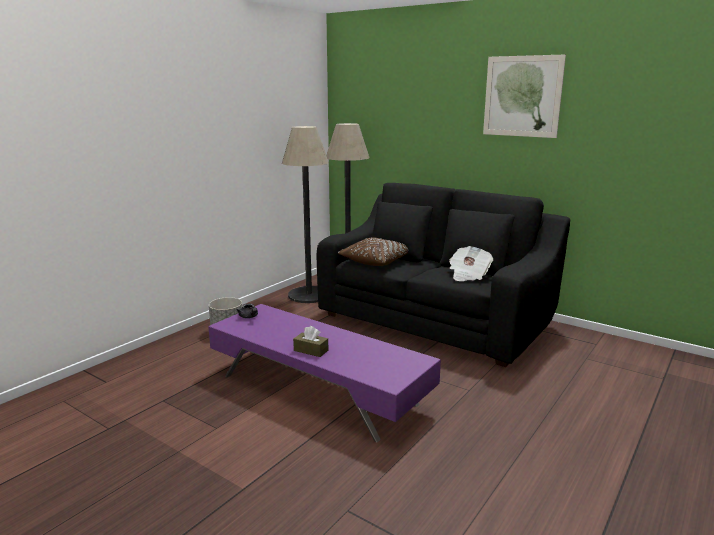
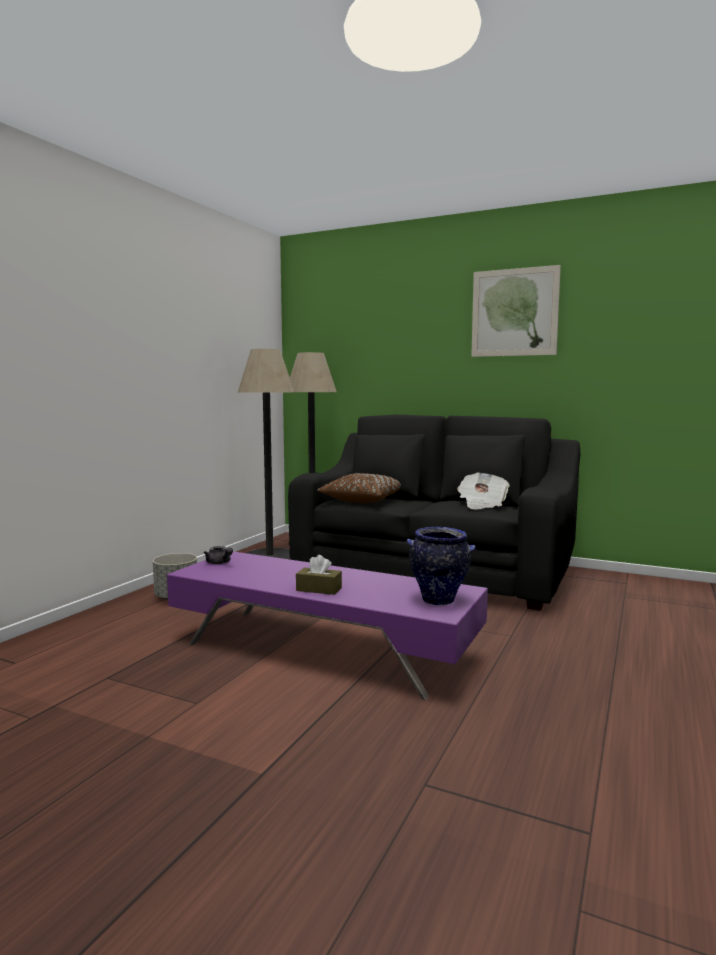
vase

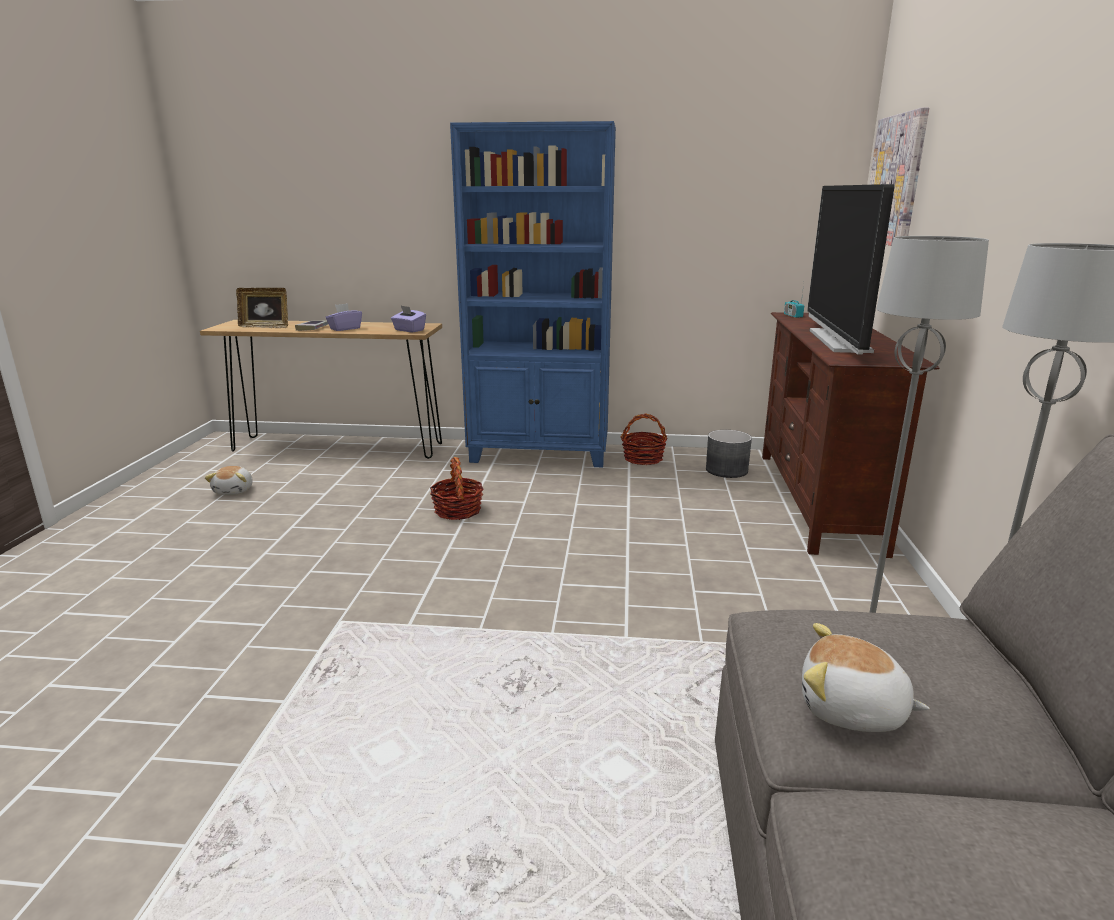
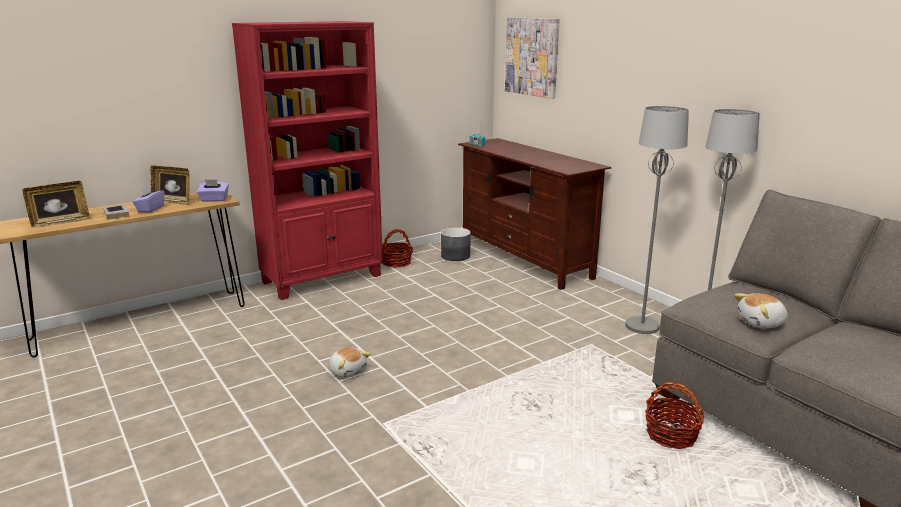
picture frame (no. 2 from left); red bookcase; plush toy (no. 1 from left); basket (no. 2 from left); television

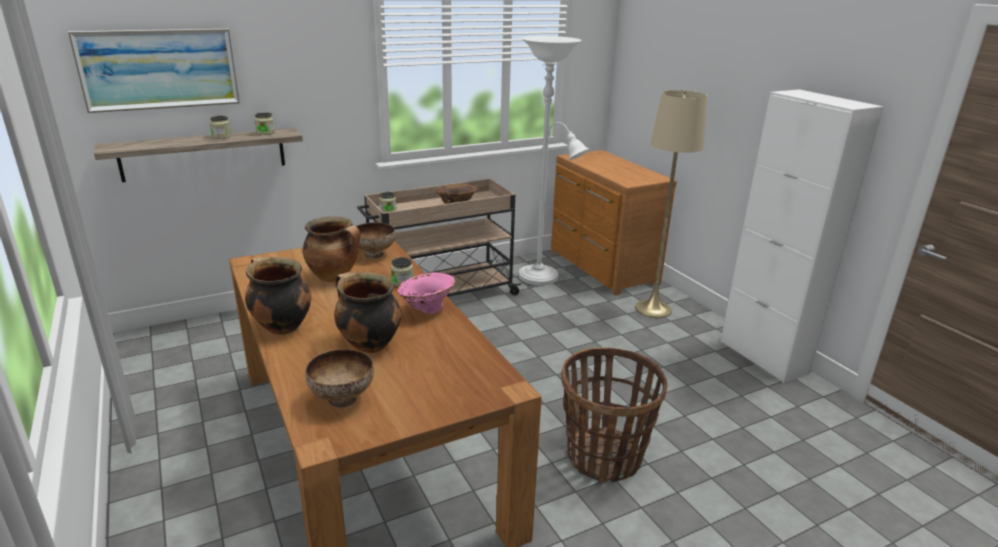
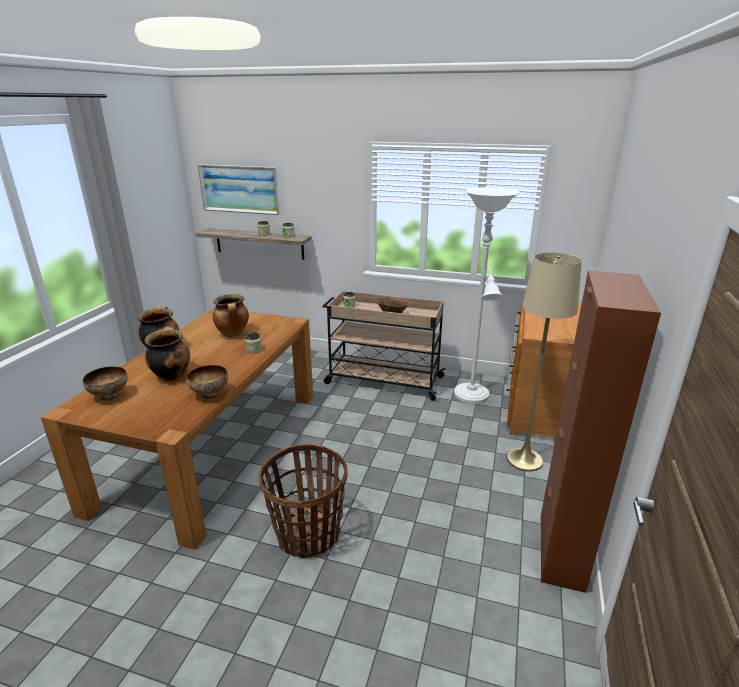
bowl (no. 2 from left); brown cabinet; pink vase

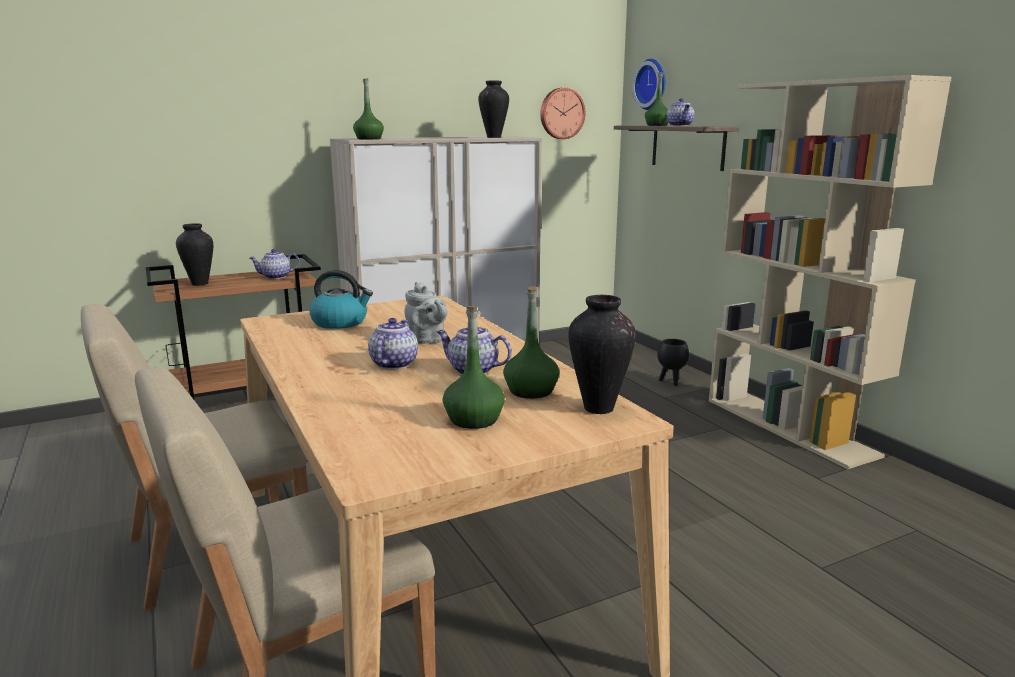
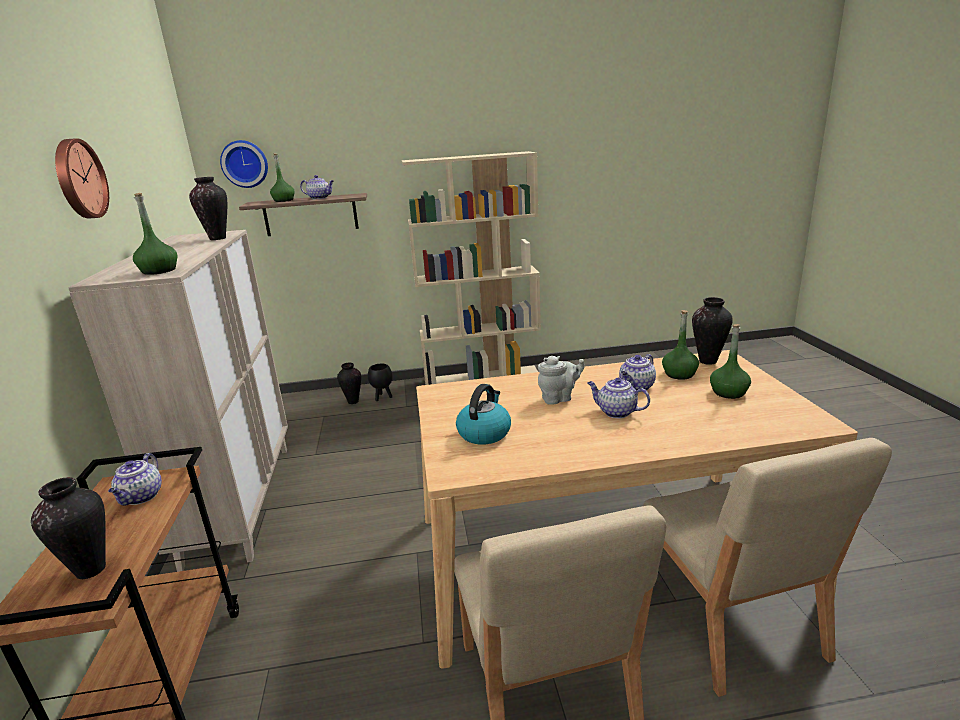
wall clock (no. 1 from left); vase (no. 3 from left)

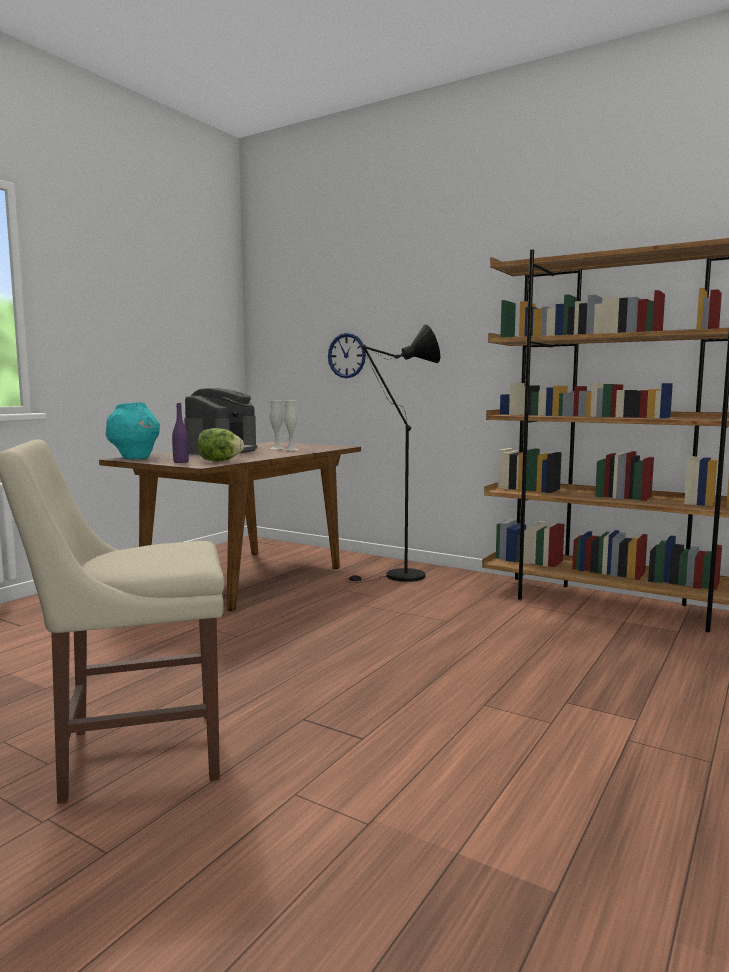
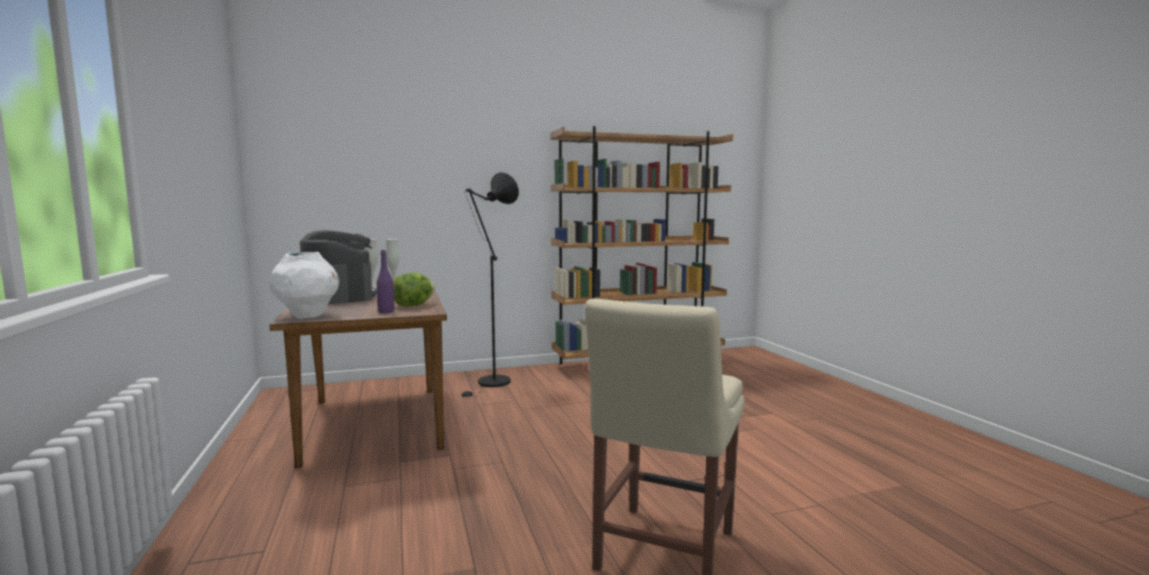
white vase (no. 1 from left); wall clock

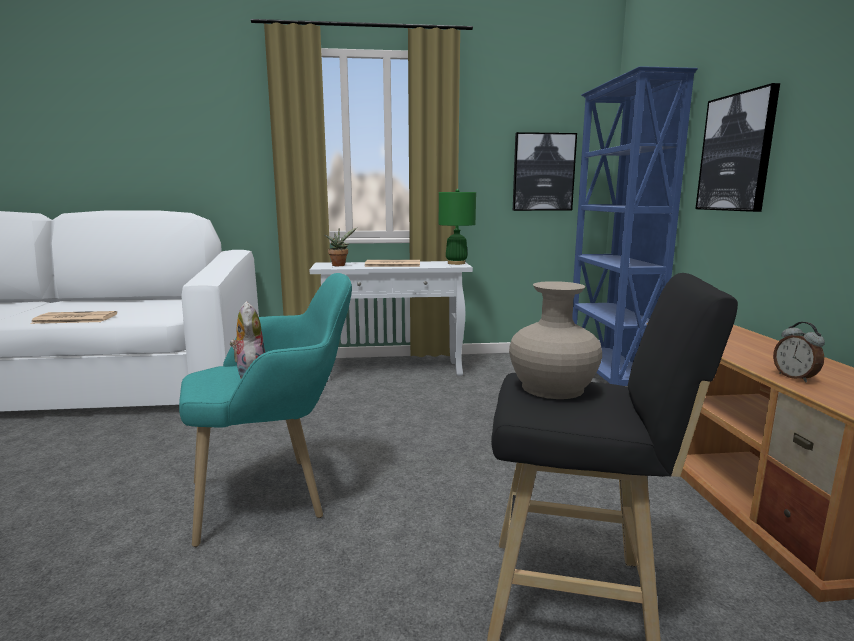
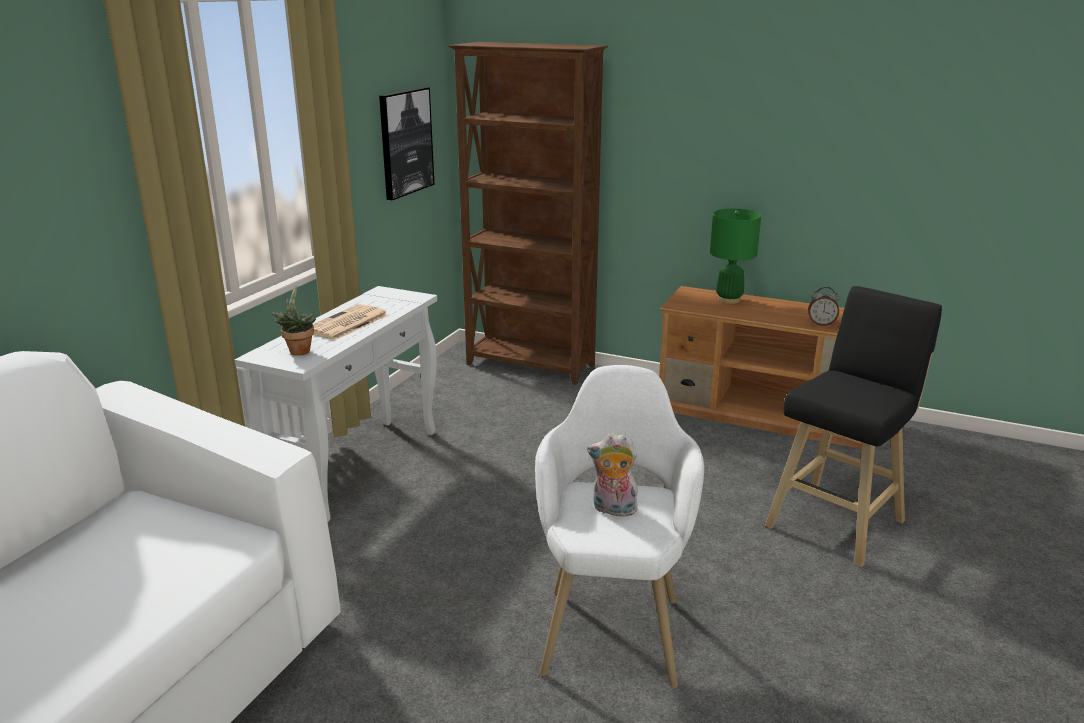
brown bookcase; white armchair; green table lamp; newspaper (no. 1 from left in the first image); beige vase; picture (no. 2 from left in the first image)

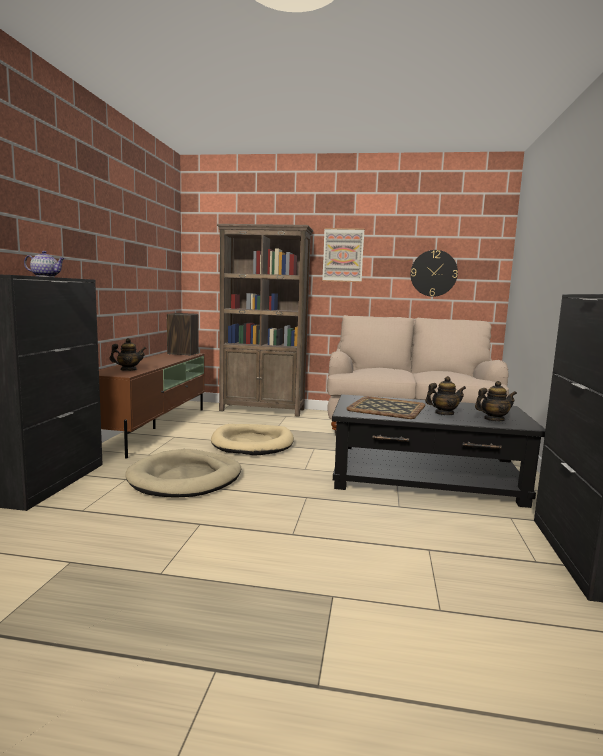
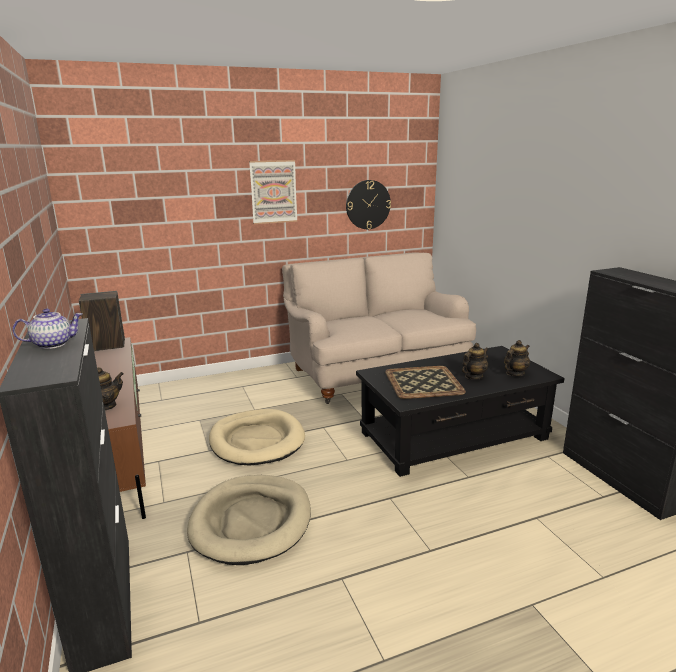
brown bookcase

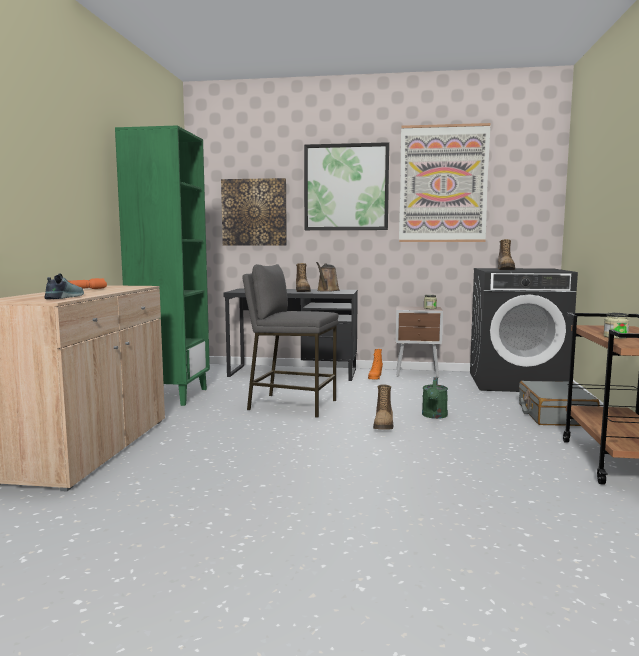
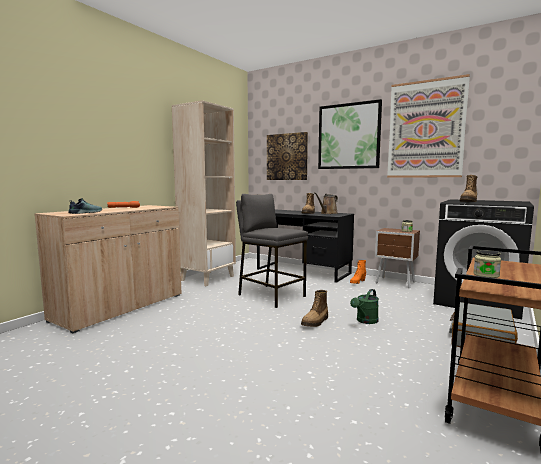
beige bookcase

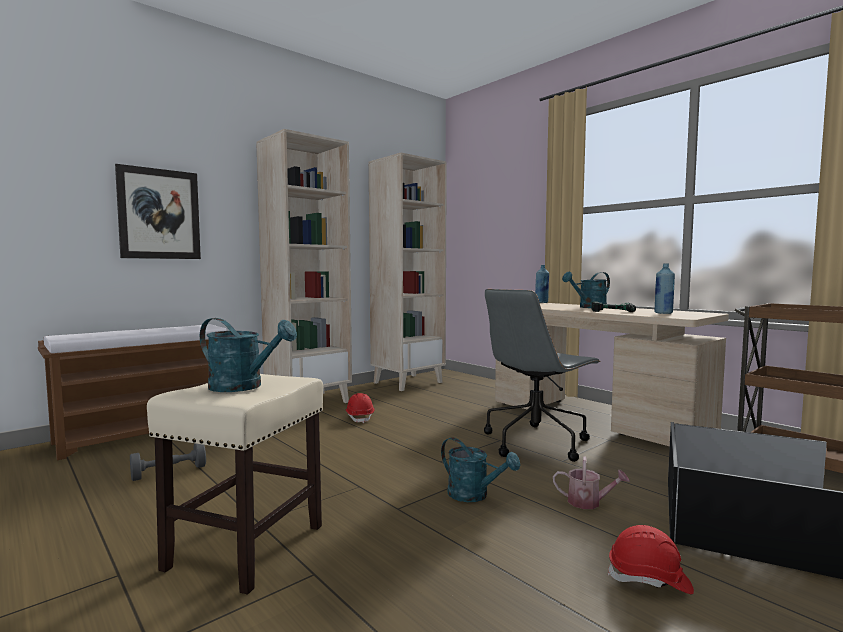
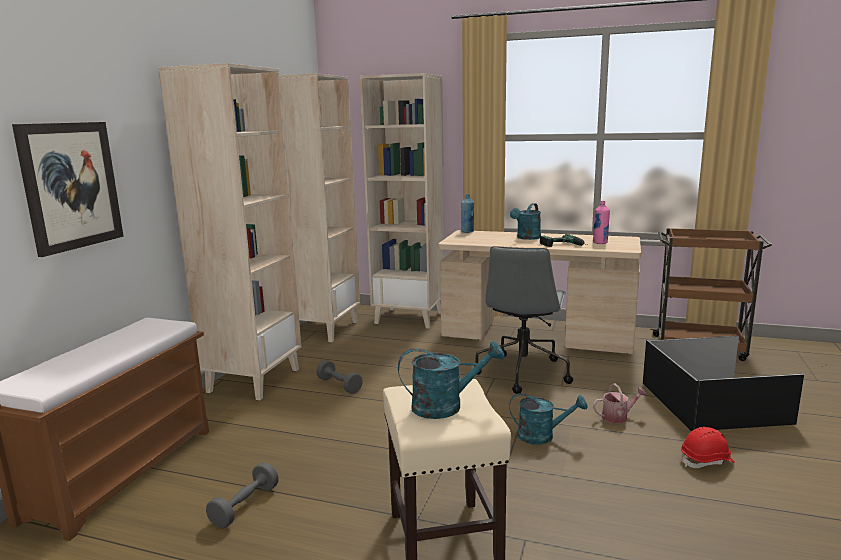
grey dumbbell (no. 2 from left); beige bookcase (no. 3 from left); pink bottle

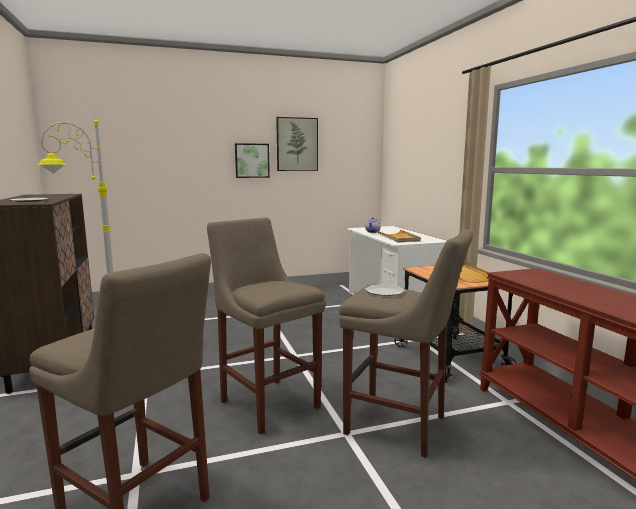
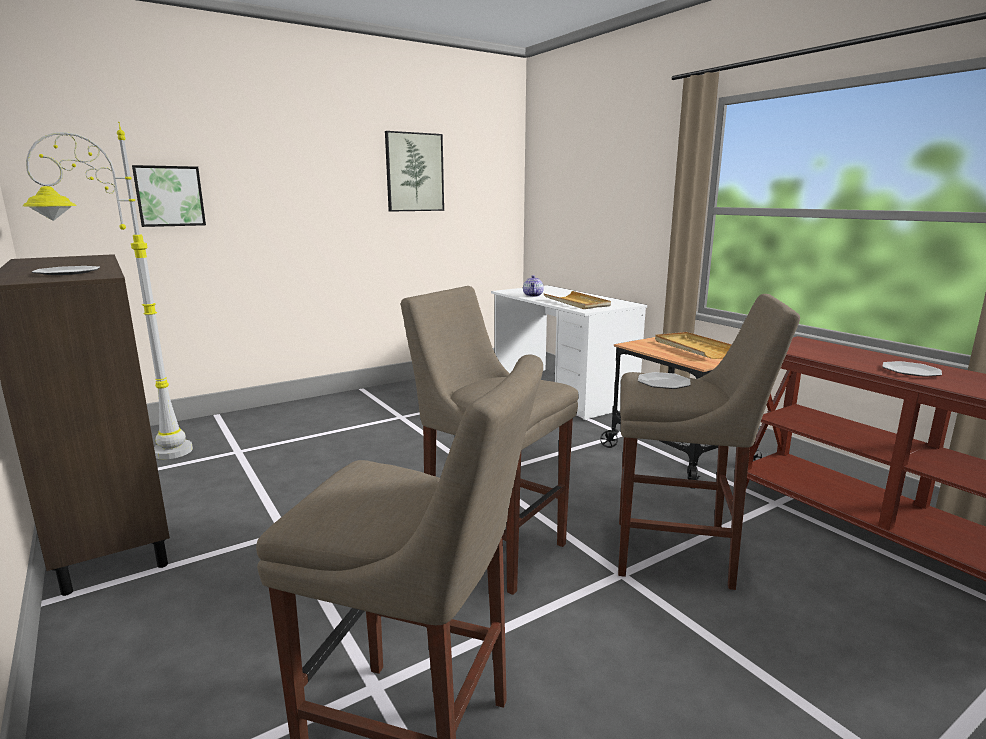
picture (no. 1 from left); plate (no. 3 from left)

